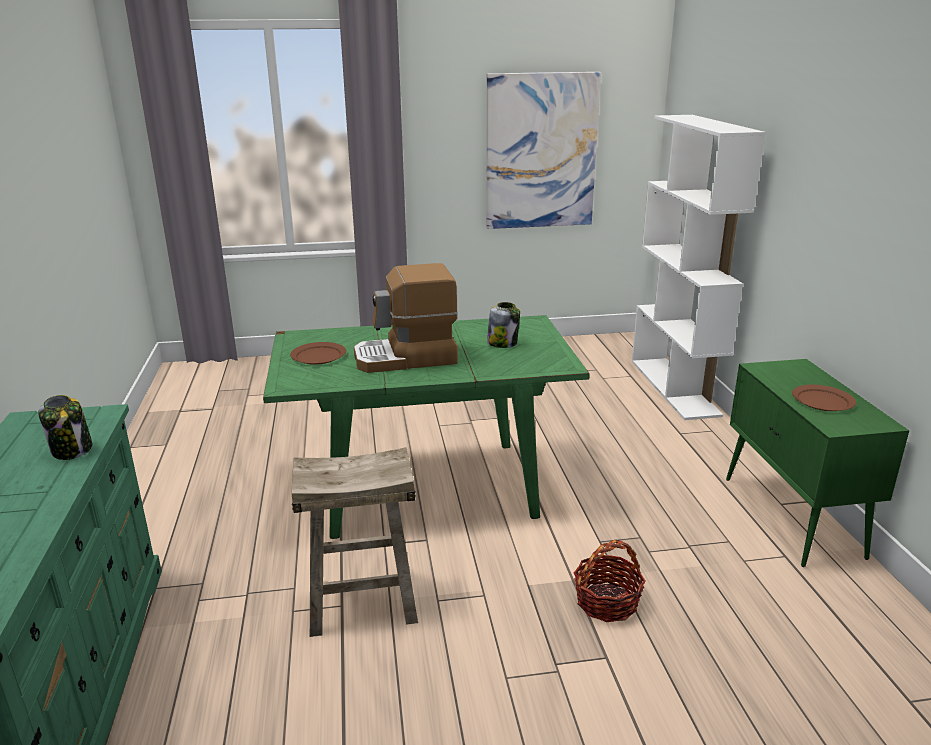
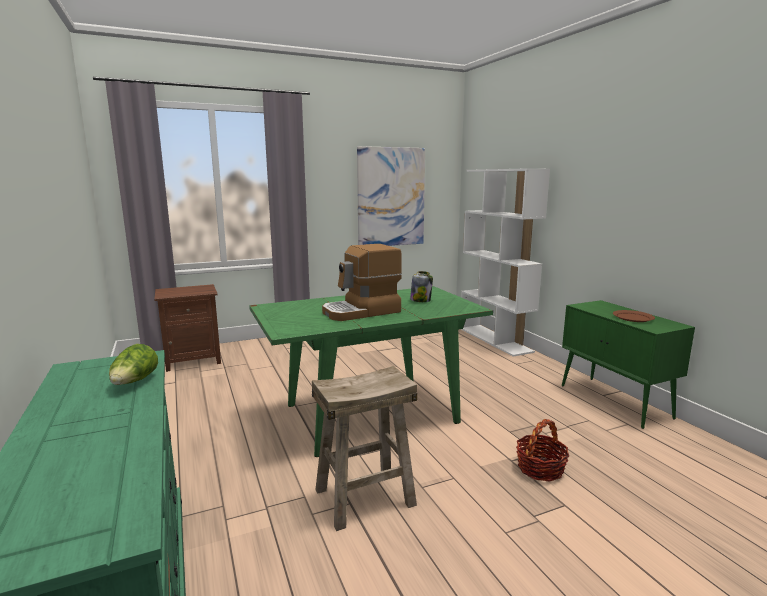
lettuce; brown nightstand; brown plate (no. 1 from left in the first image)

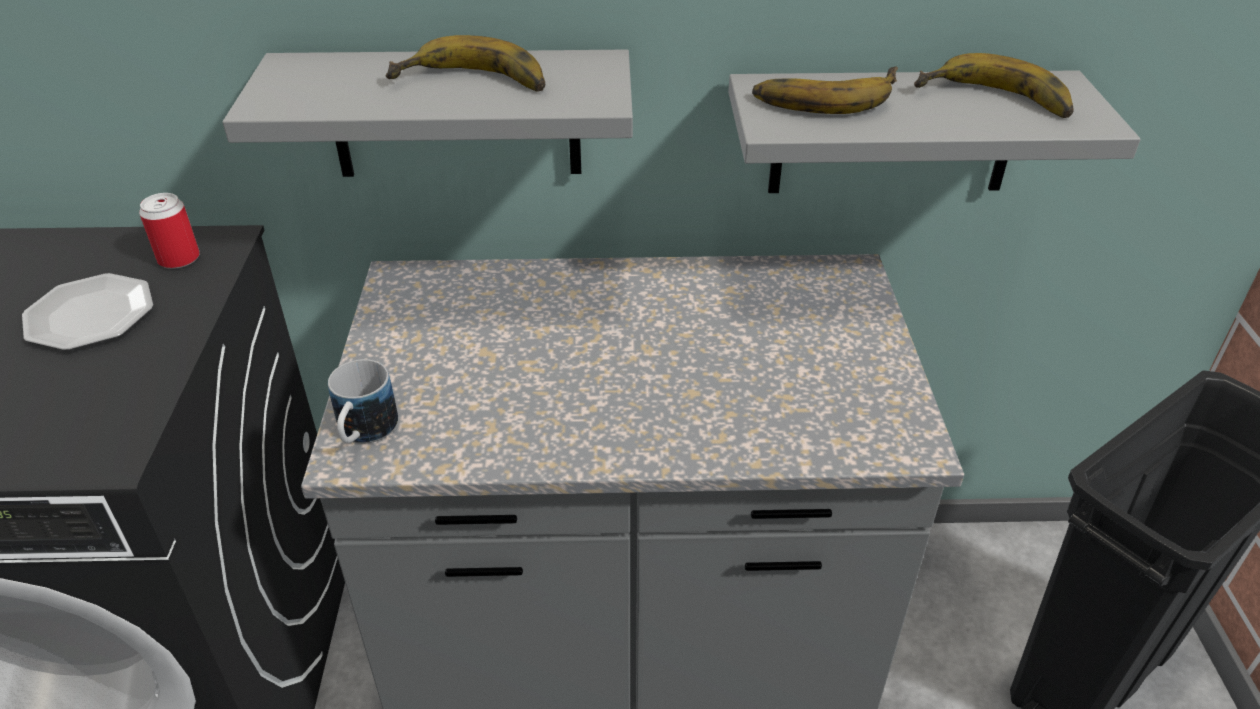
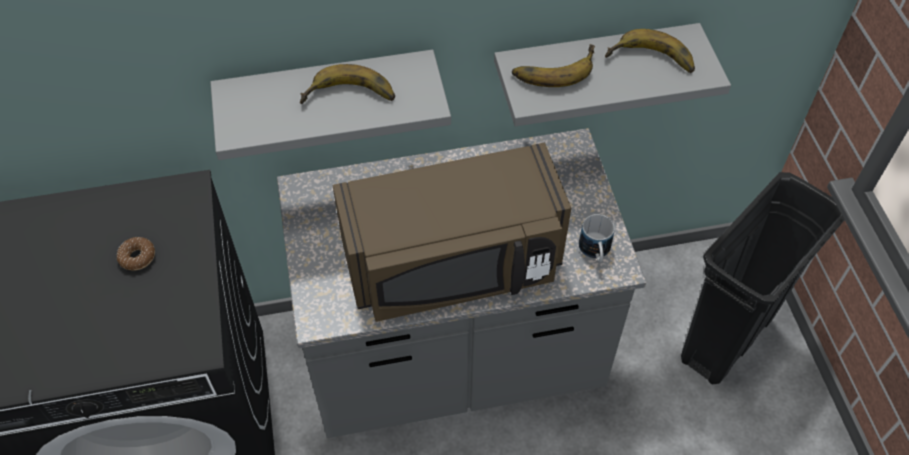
donut; brown microwave; mug; can

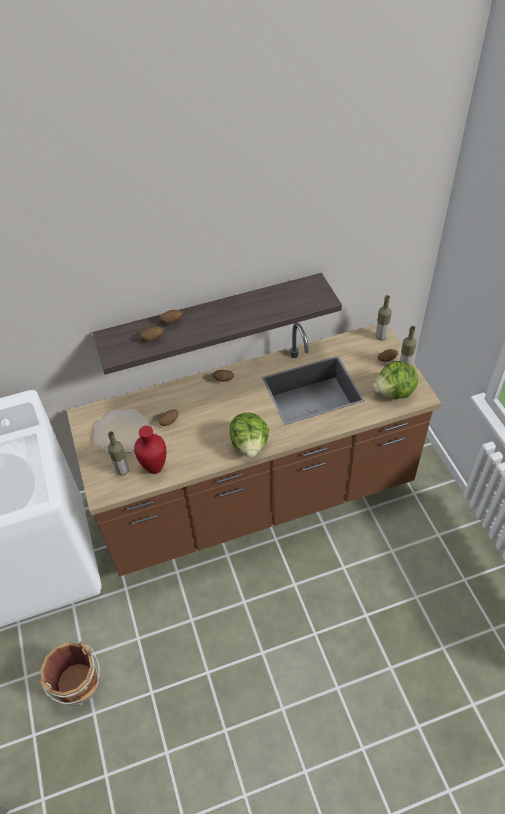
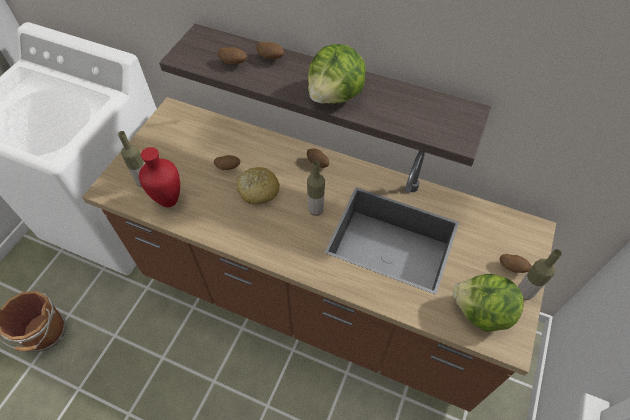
bread; bottle (no. 2 from left); lettuce (no. 1 from left); plate

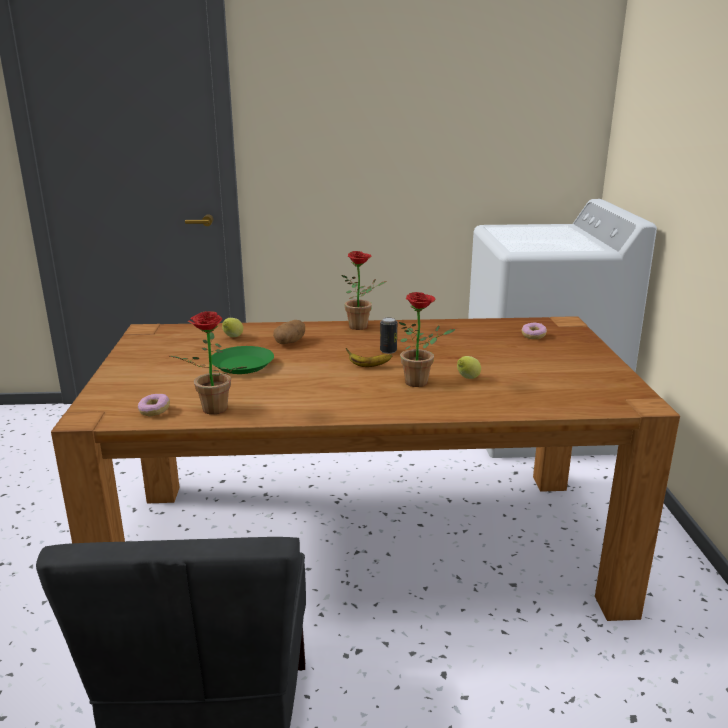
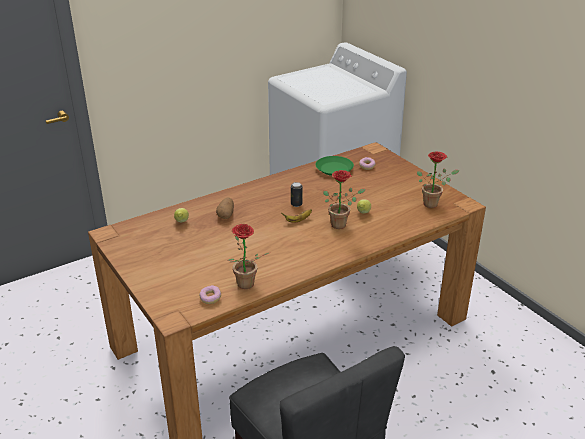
green plate; potted plant (no. 3 from left)

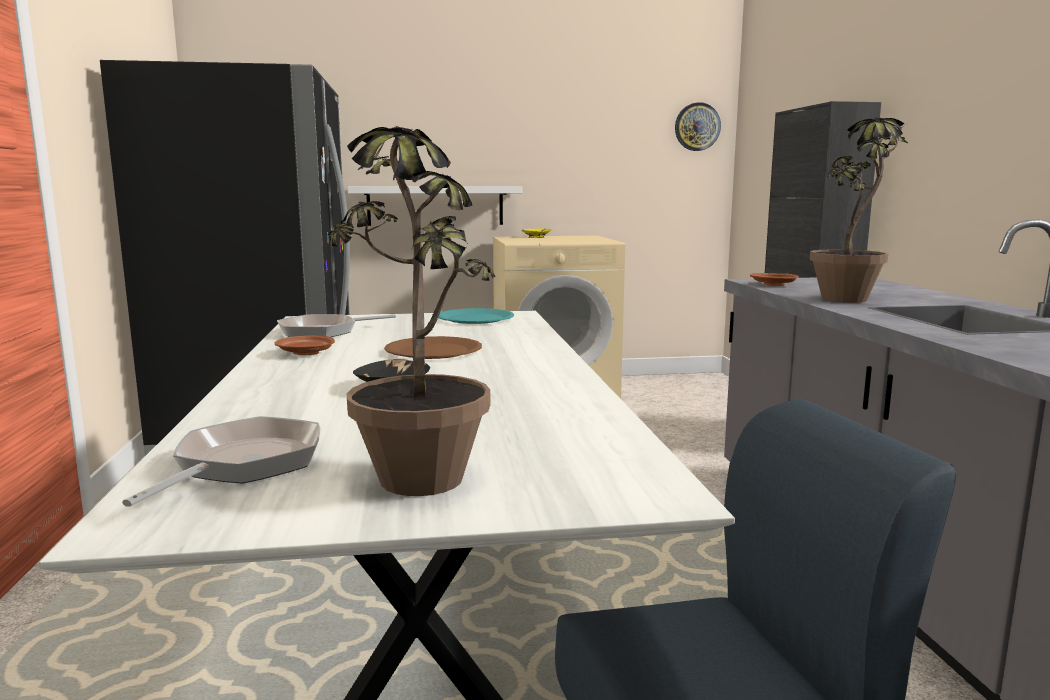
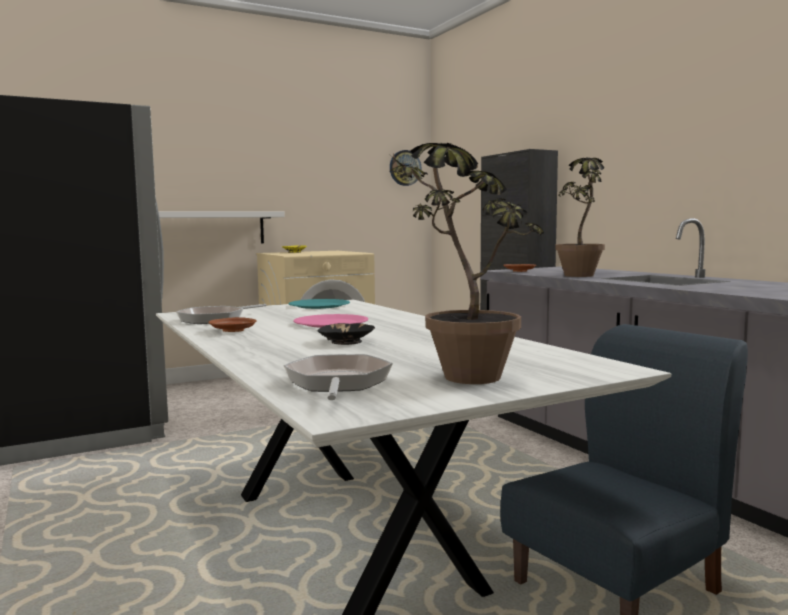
pink plate

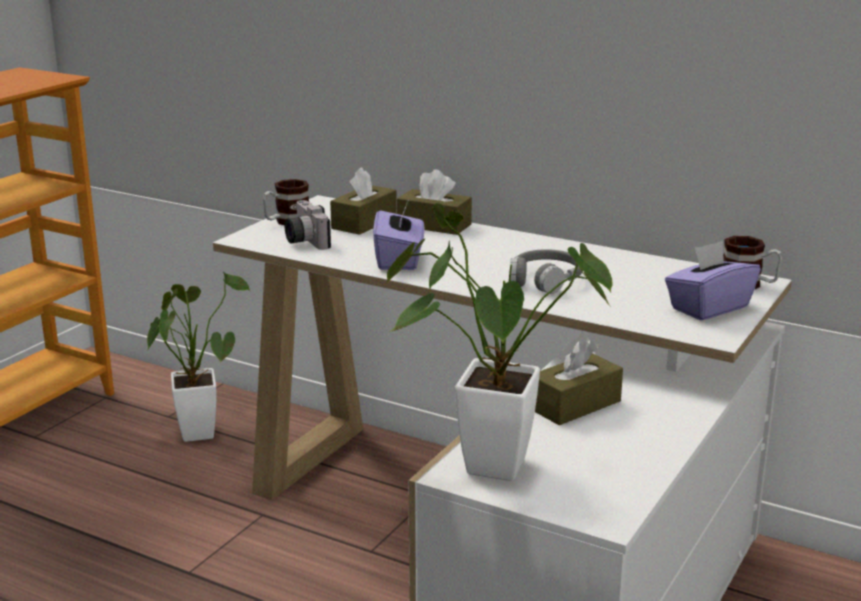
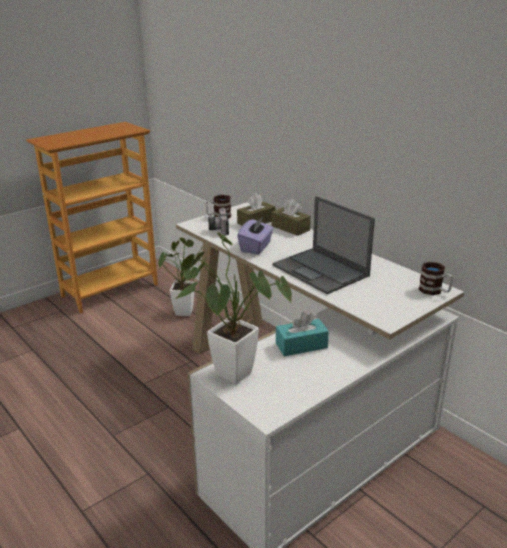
laptop; turquoise tissue box; purple tissue box (no. 2 from left in the first image)

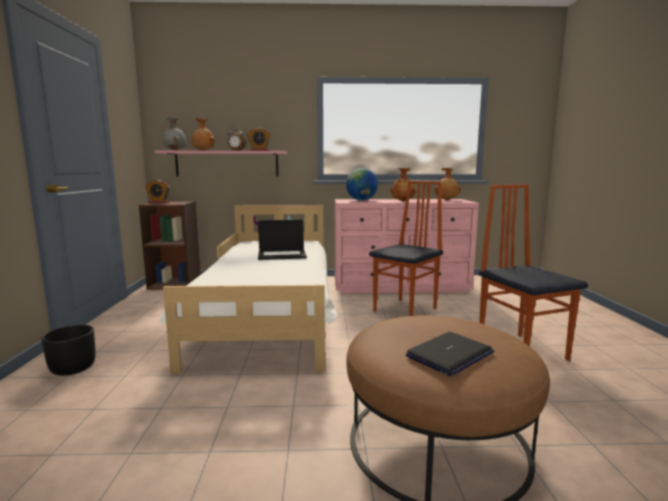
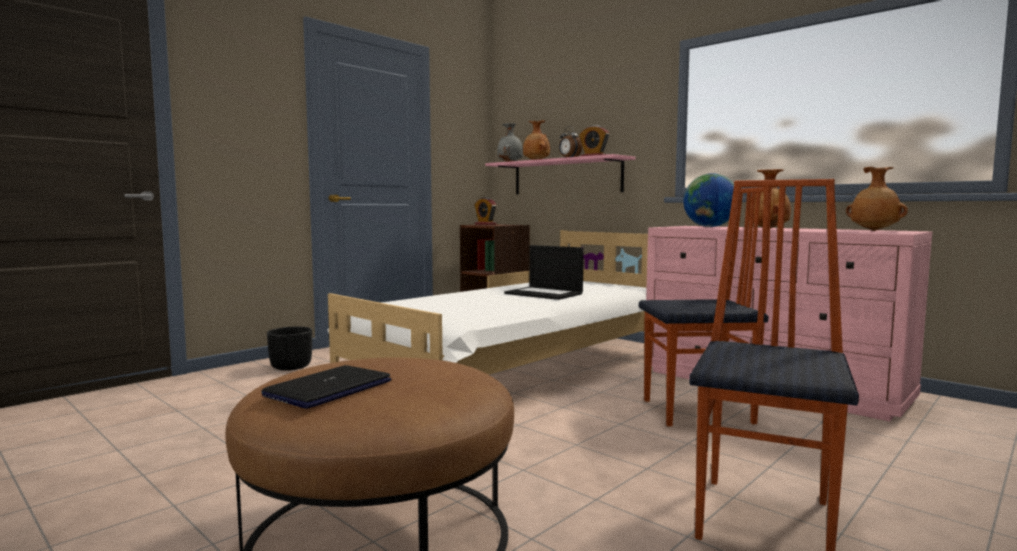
laptop (no. 1 from left)

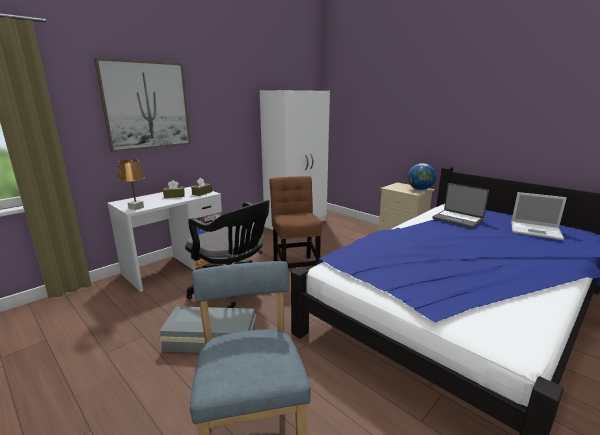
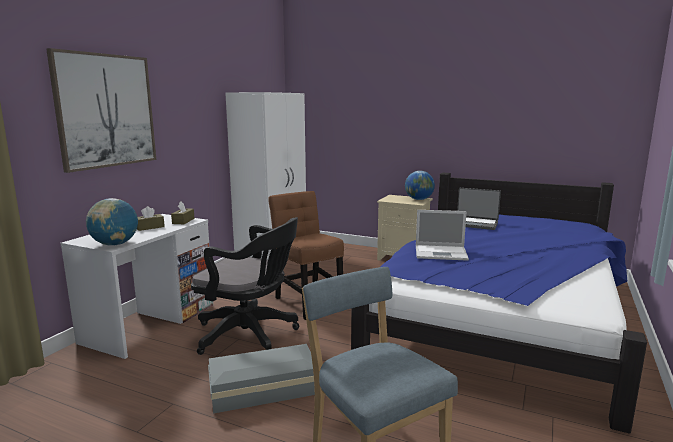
globe (no. 1 from left); laptop (no. 1 from left)

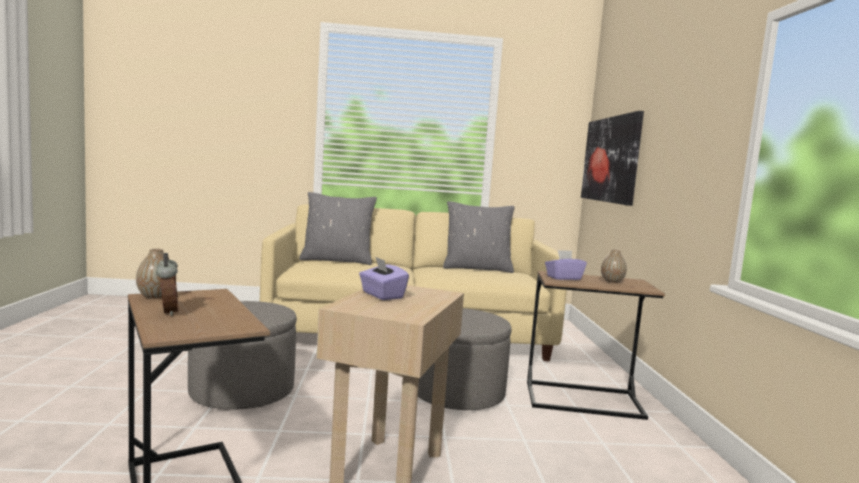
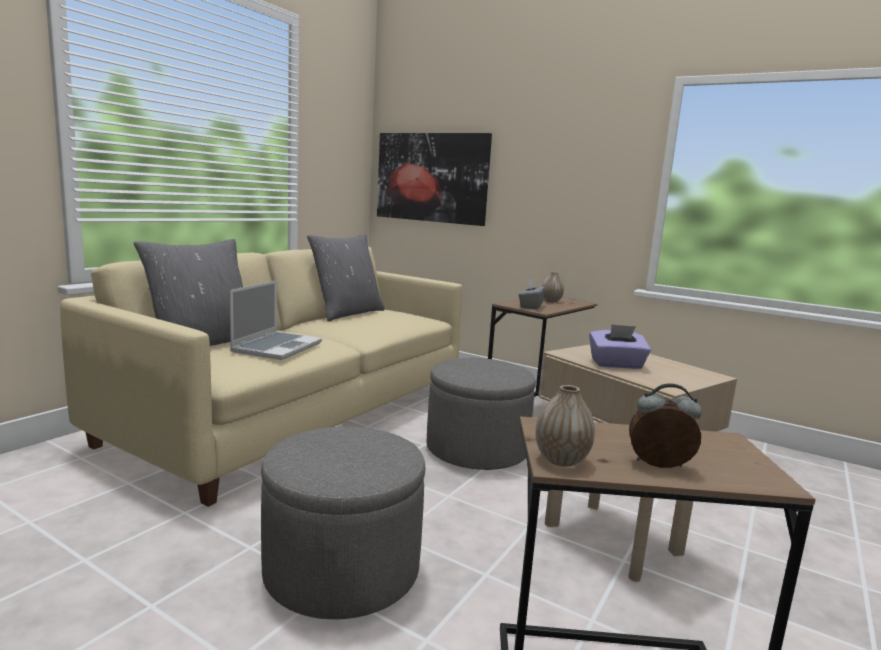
laptop; grey tissue box

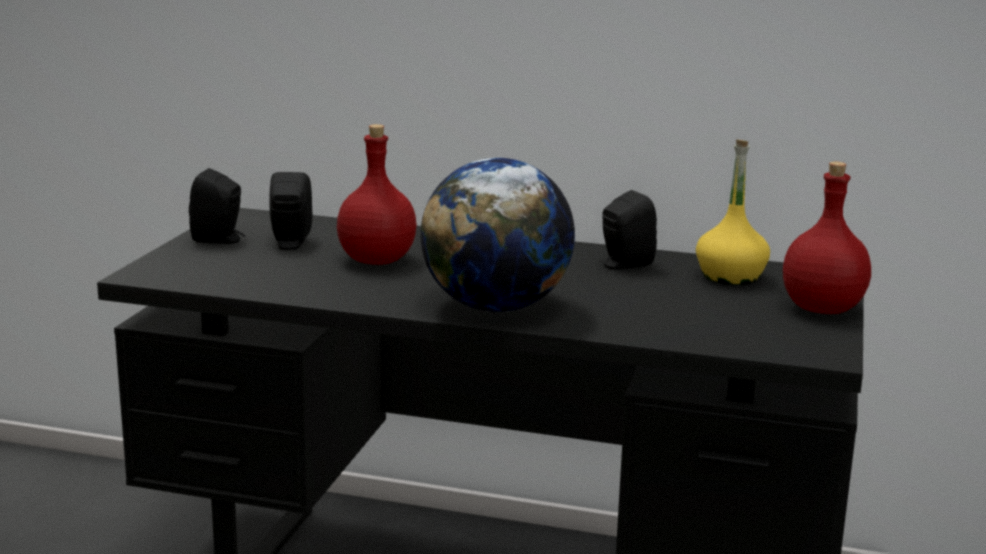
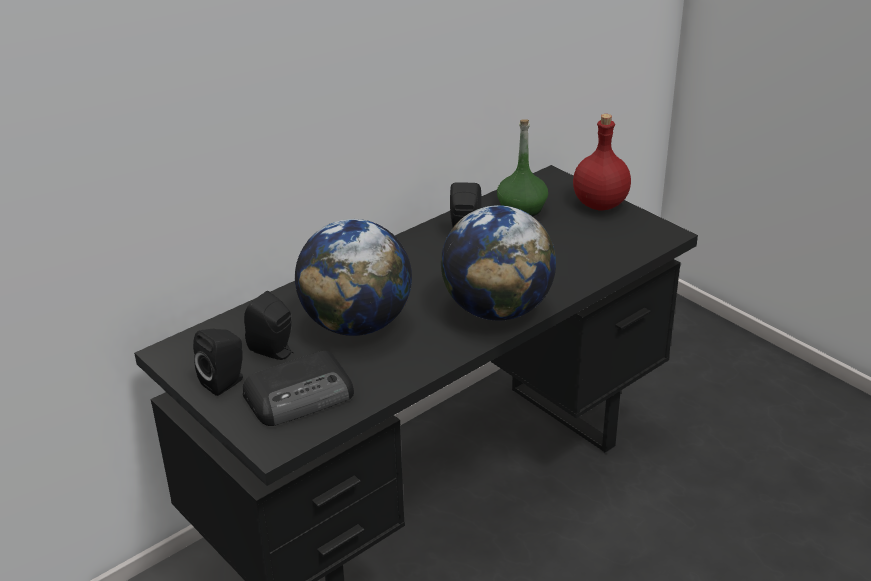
radio; globe (no. 1 from left); green bottle

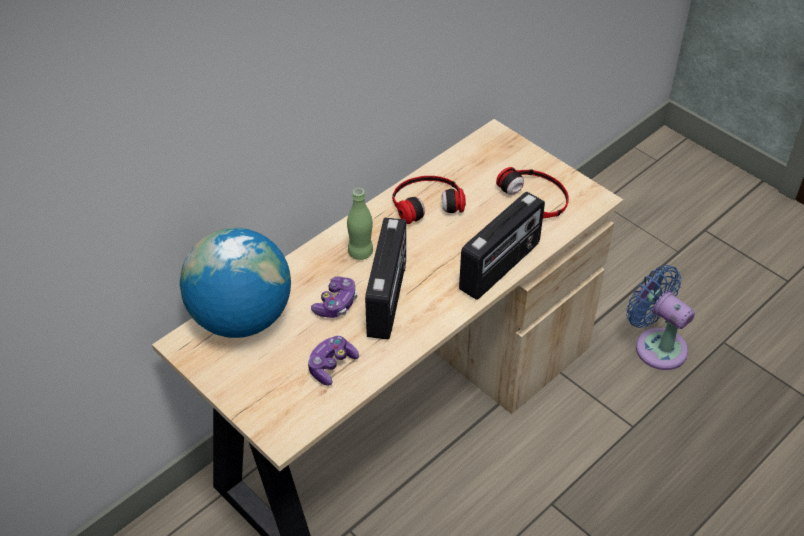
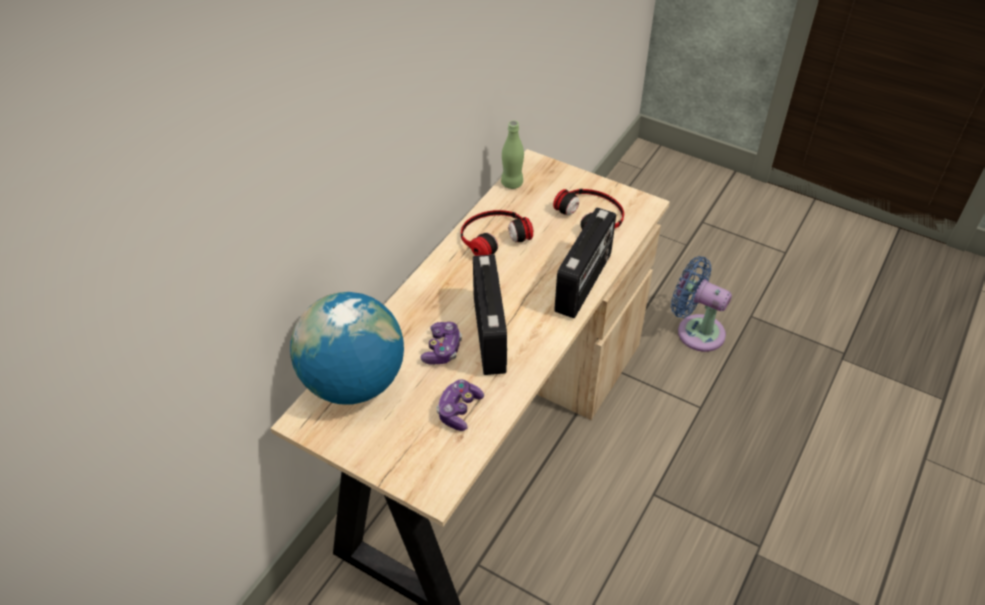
green bottle

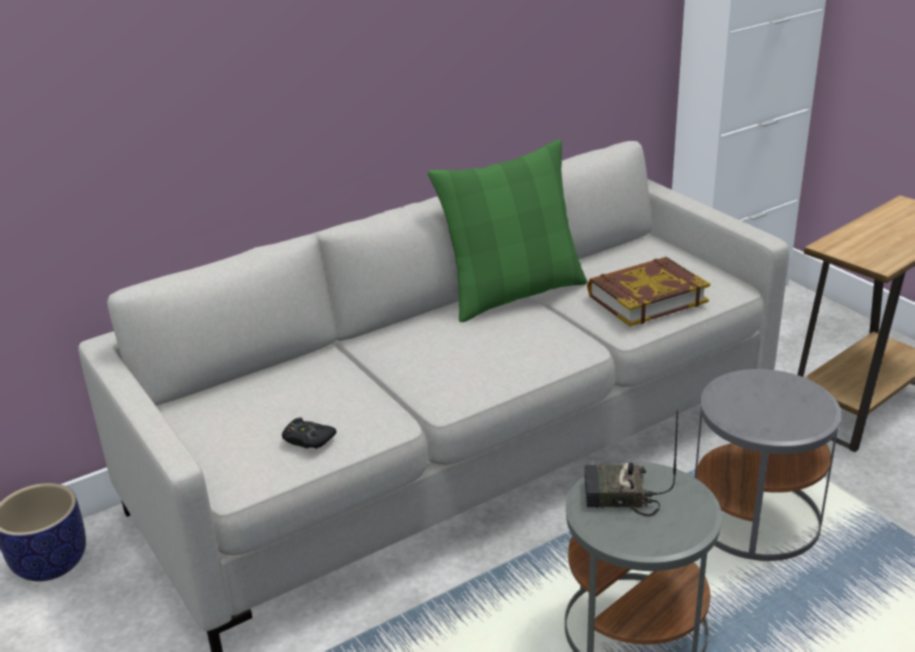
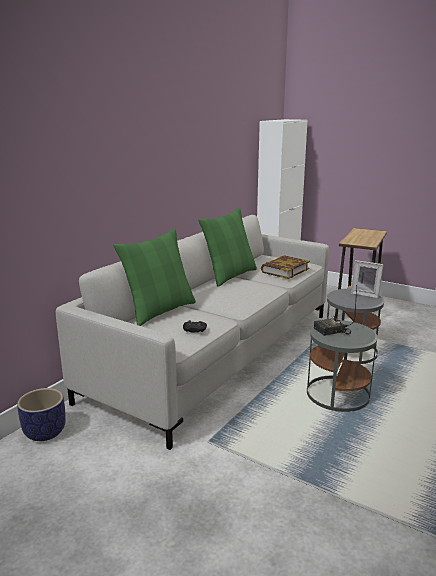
green pillow (no. 1 from left); picture frame

